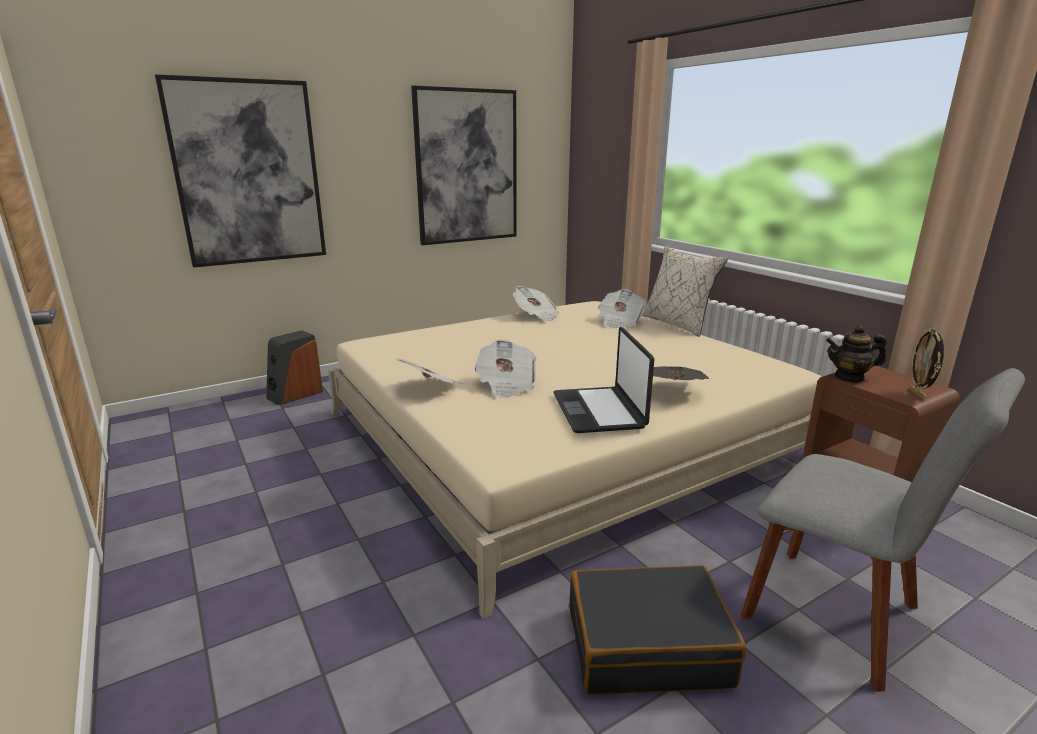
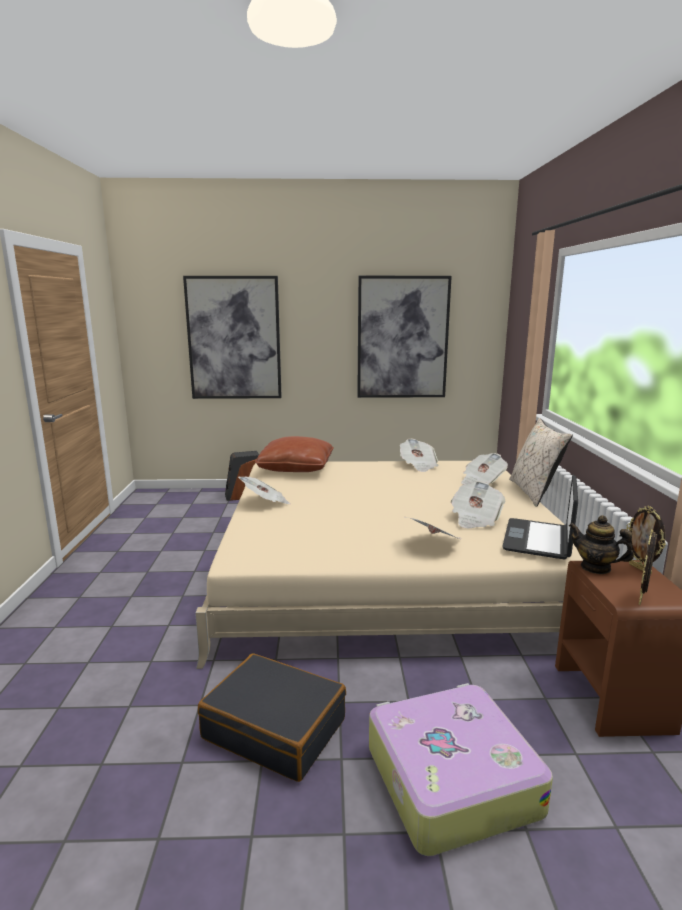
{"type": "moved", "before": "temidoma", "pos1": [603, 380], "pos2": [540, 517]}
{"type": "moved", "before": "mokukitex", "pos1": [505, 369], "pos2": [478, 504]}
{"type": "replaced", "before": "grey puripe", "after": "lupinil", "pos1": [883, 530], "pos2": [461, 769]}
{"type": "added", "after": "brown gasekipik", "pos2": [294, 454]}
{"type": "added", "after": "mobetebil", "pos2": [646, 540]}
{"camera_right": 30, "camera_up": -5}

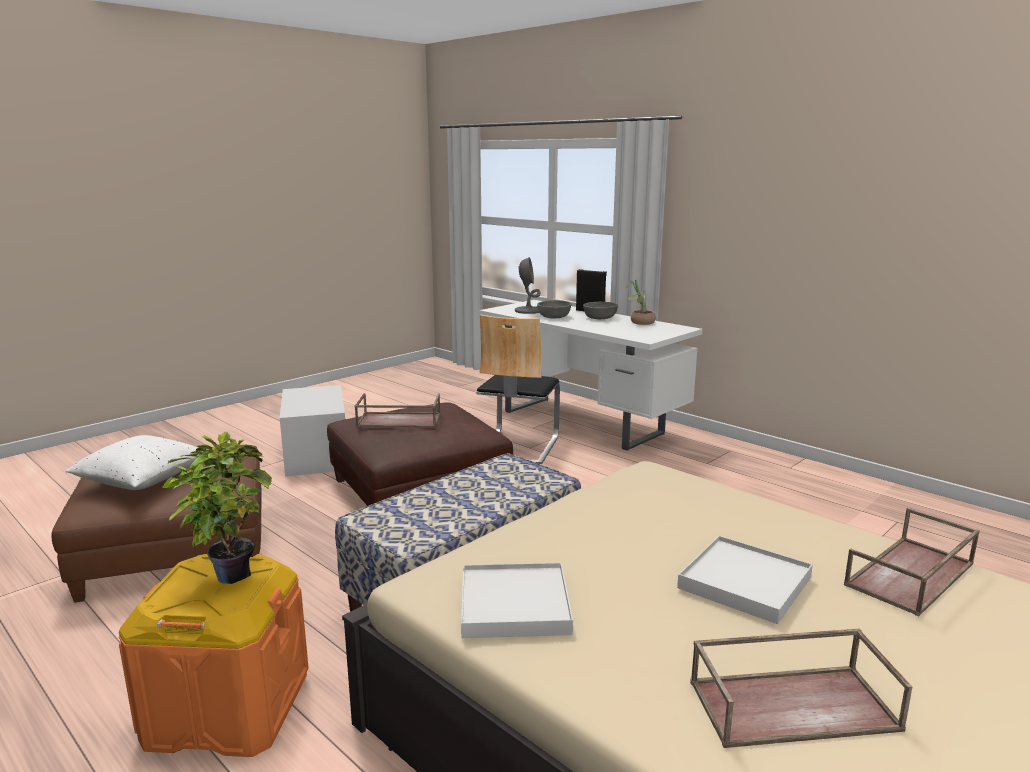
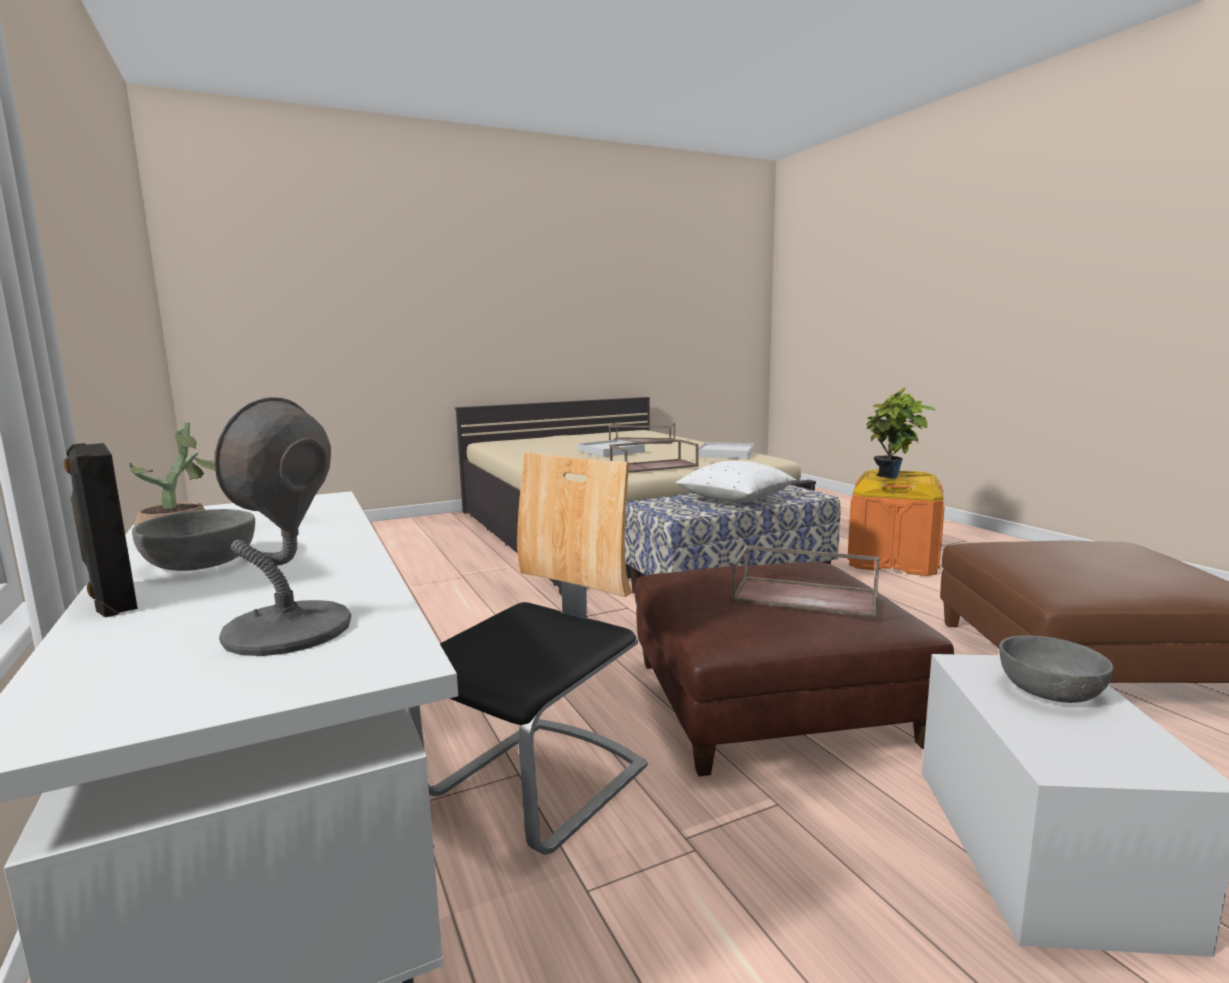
{"type": "moved", "before": "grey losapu", "pos1": [554, 309], "pos2": [1056, 669]}
{"type": "moved", "before": "white gasekipik", "pos1": [132, 462], "pos2": [735, 481]}
{"type": "moved", "before": "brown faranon", "pos1": [912, 562], "pos2": [654, 456]}
{"camera_right": -160, "camera_up": -5}

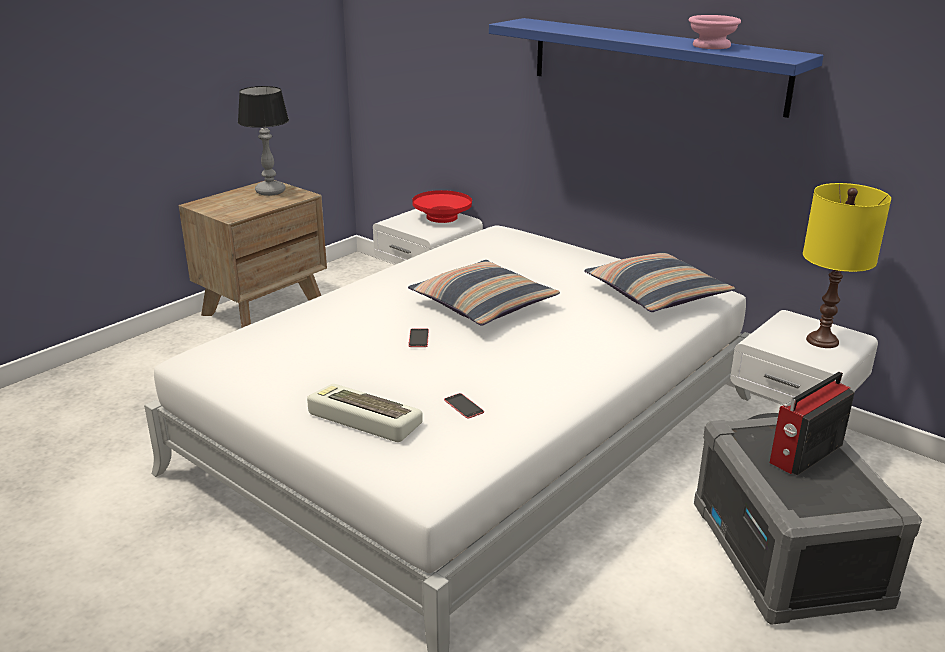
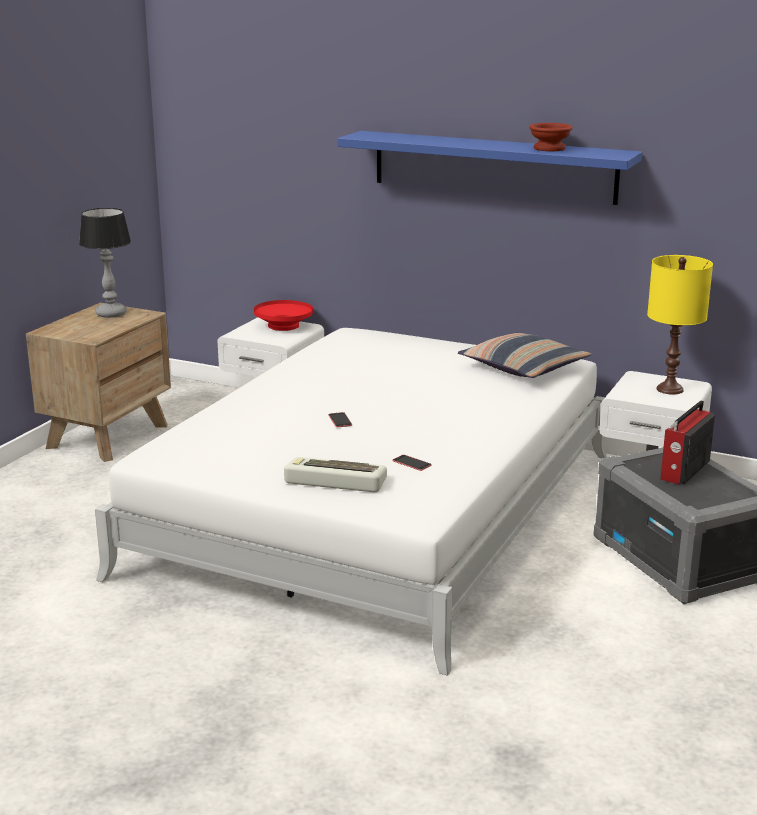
{"type": "recoloured", "before": "pink losapu", "after": "brown losapu", "pos1": [715, 32], "pos2": [551, 137]}
{"type": "removed", "before": "gasekipik", "pos1": [484, 293]}
{"camera_right": -15, "camera_up": -5}

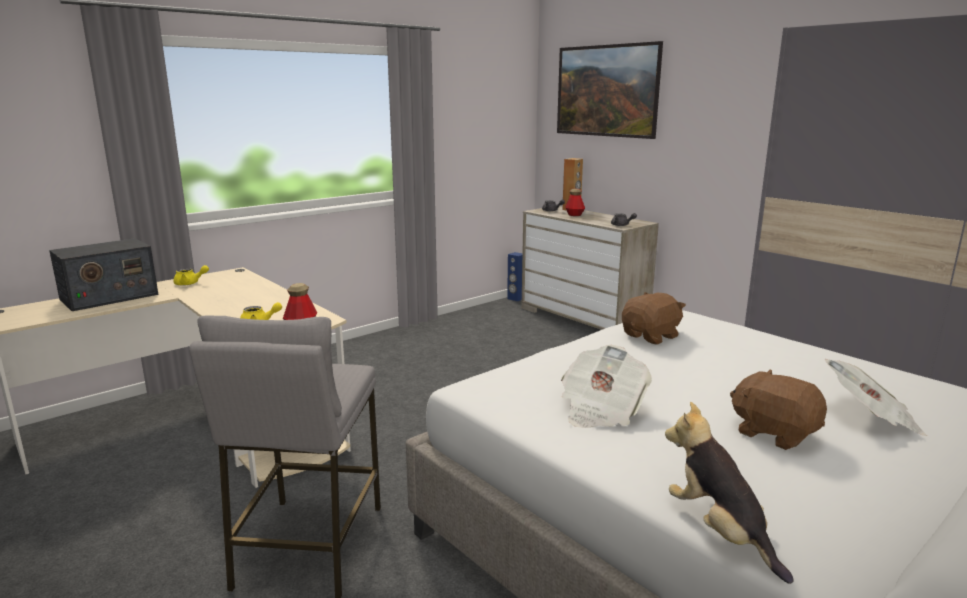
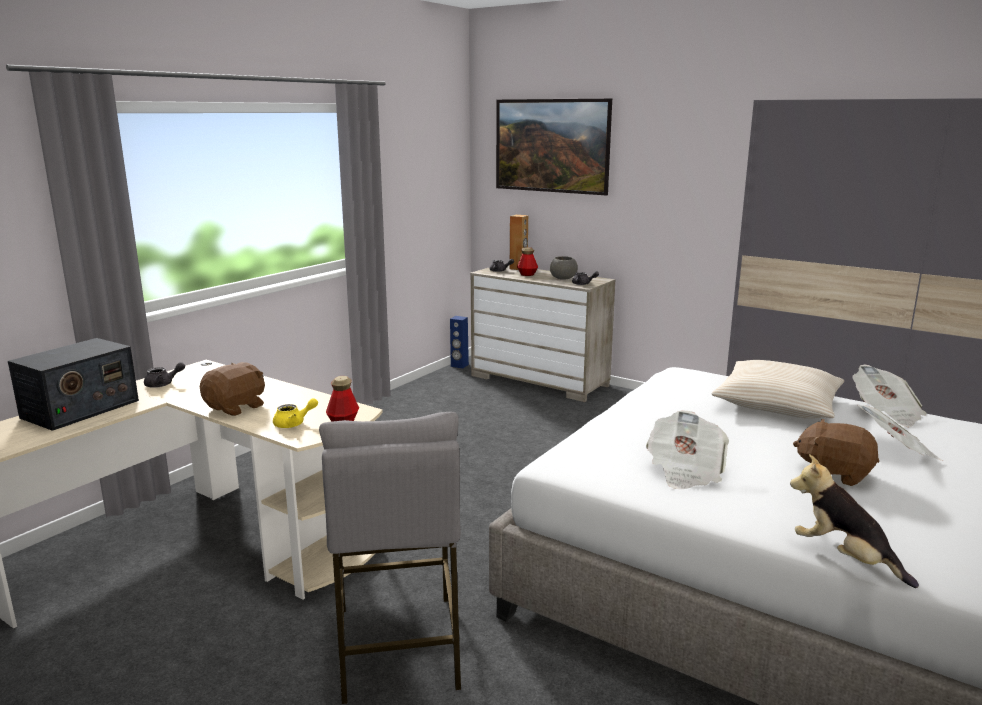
{"type": "recoloured", "before": "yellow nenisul", "after": "grey nenisul", "pos1": [191, 275], "pos2": [164, 375]}
{"type": "moved", "before": "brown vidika", "pos1": [654, 318], "pos2": [232, 389]}
{"type": "added", "after": "grey losapu", "pos2": [564, 268]}
{"type": "added", "after": "beige gasekipik", "pos2": [777, 389]}
{"type": "added", "after": "mokukitex", "pos2": [889, 396]}
{"camera_right": -15, "camera_up": 0}

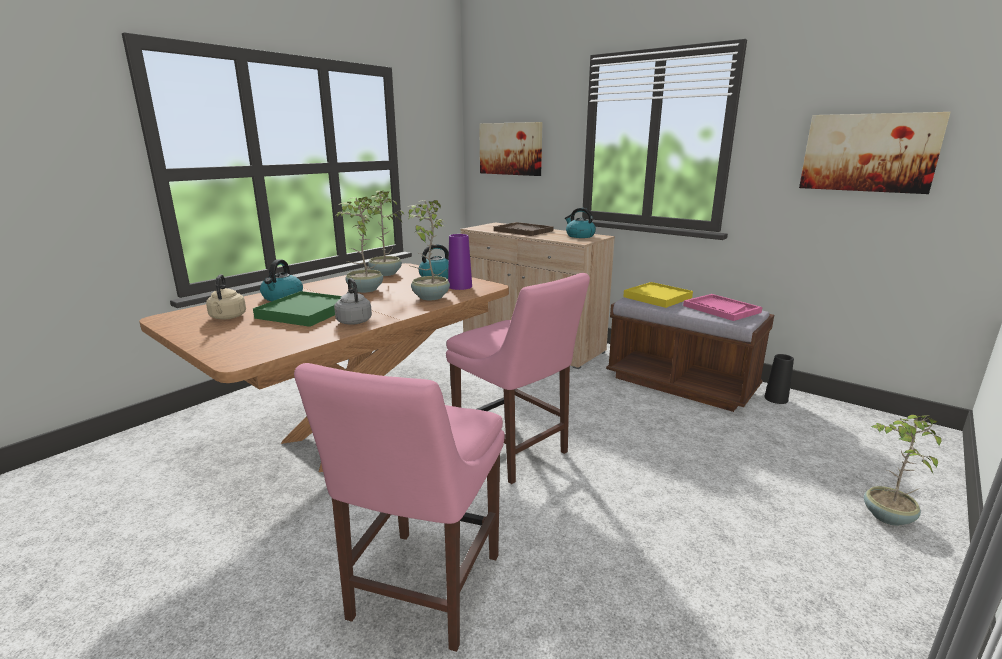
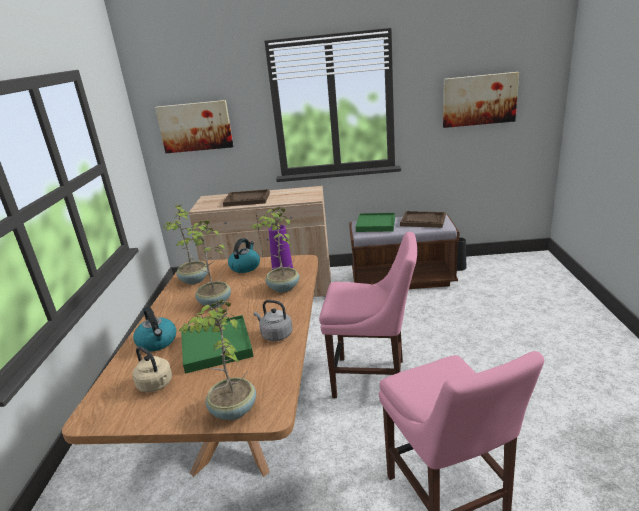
{"type": "removed", "before": "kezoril", "pos1": [580, 223]}
{"type": "recoloured", "before": "yellow faranon", "after": "green faranon", "pos1": [658, 295], "pos2": [375, 222]}
{"type": "recoloured", "before": "pink faranon", "after": "brown faranon", "pos1": [722, 307], "pos2": [423, 219]}
{"type": "moved", "before": "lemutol", "pos1": [903, 470], "pos2": [217, 359]}
{"camera_right": -35, "camera_up": 5}

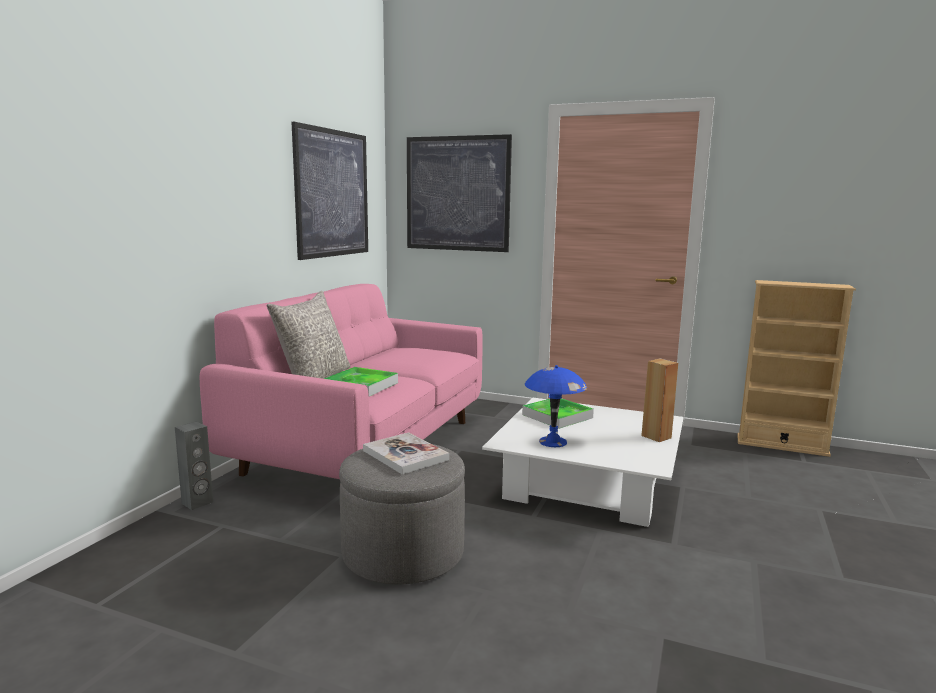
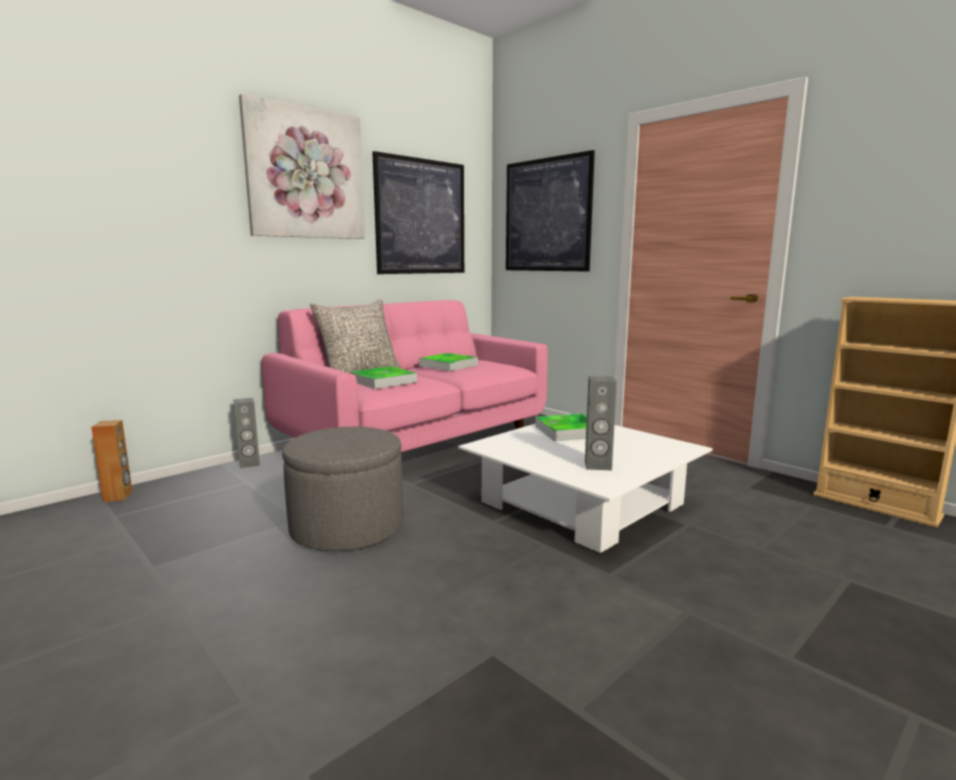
{"type": "moved", "before": "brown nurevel", "pos1": [659, 400], "pos2": [112, 461]}
{"type": "removed", "before": "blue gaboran", "pos1": [556, 406]}
{"type": "removed", "before": "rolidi", "pos1": [406, 453]}
{"type": "added", "after": "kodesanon", "pos2": [302, 166]}
{"type": "added", "after": "faranon", "pos2": [448, 362]}
{"type": "added", "after": "grey nurevel", "pos2": [601, 423]}
{"camera_right": 25, "camera_up": 0}

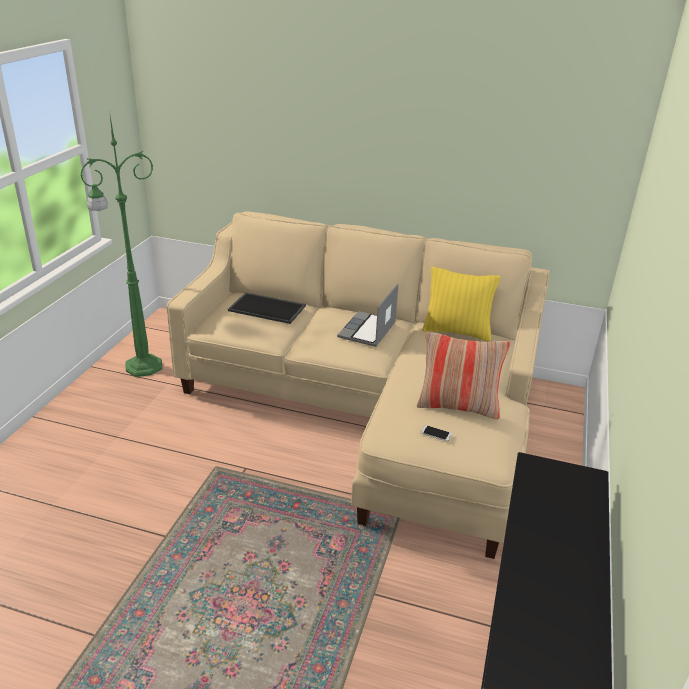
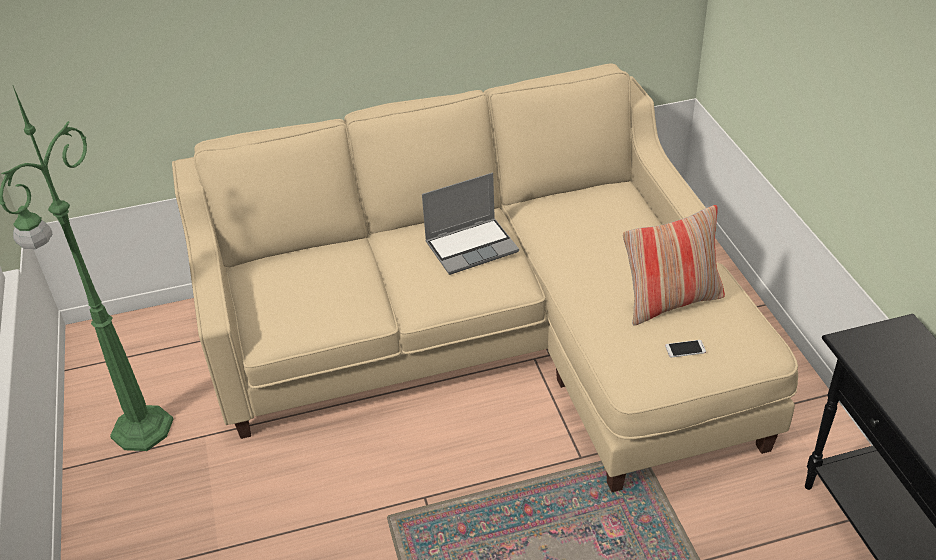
{"type": "removed", "before": "yellow gasekipik", "pos1": [461, 304]}
{"type": "turned", "before": "temidoma", "pos1": [367, 315], "pos2": [470, 224], "turn": -105}
{"type": "removed", "before": "faranon", "pos1": [267, 308]}
{"camera_right": -30, "camera_up": 10}

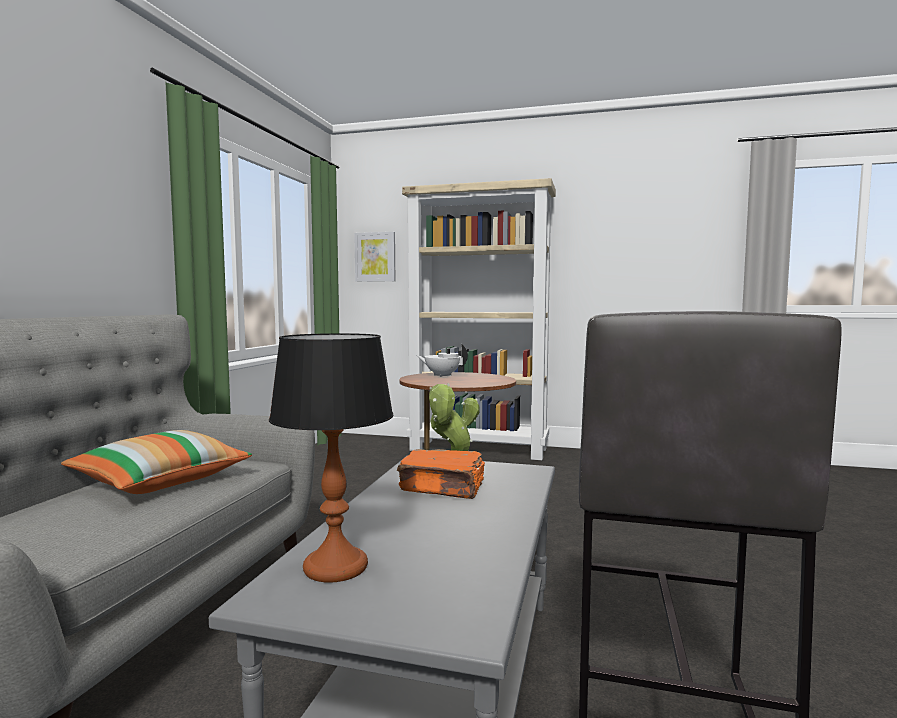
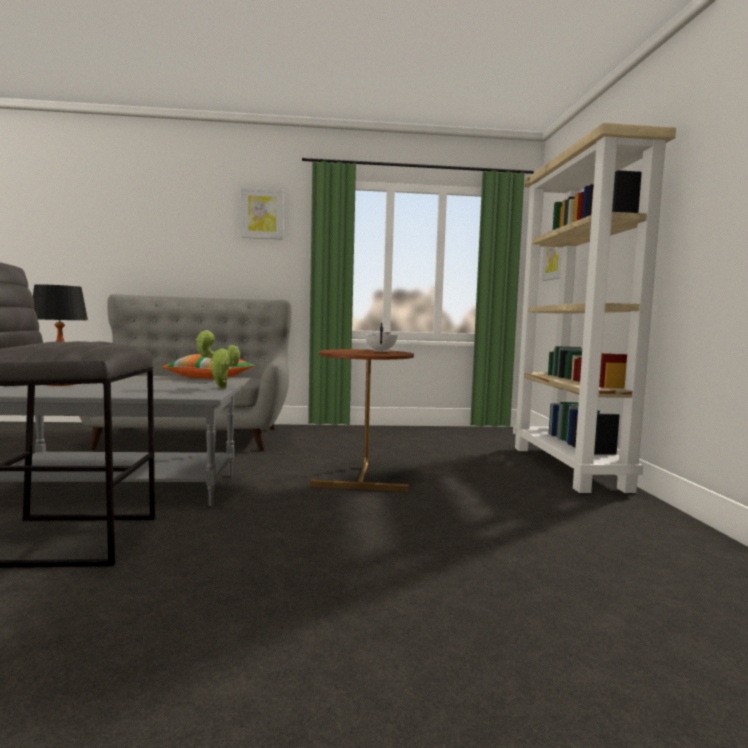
{"type": "removed", "before": "orange rolidi", "pos1": [441, 474]}
{"type": "added", "after": "kodesanon", "pos2": [262, 214]}
{"camera_right": 70, "camera_up": 0}

